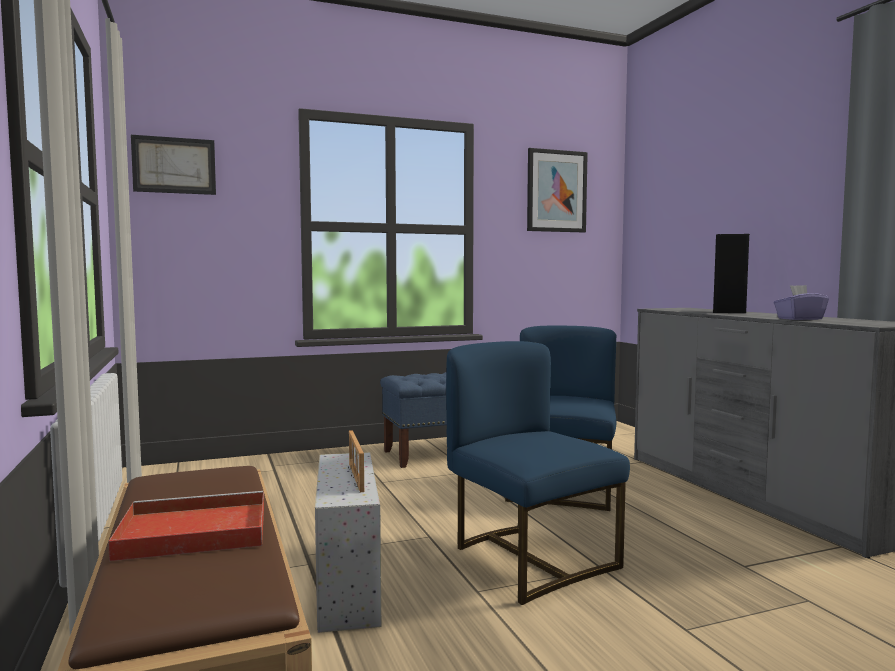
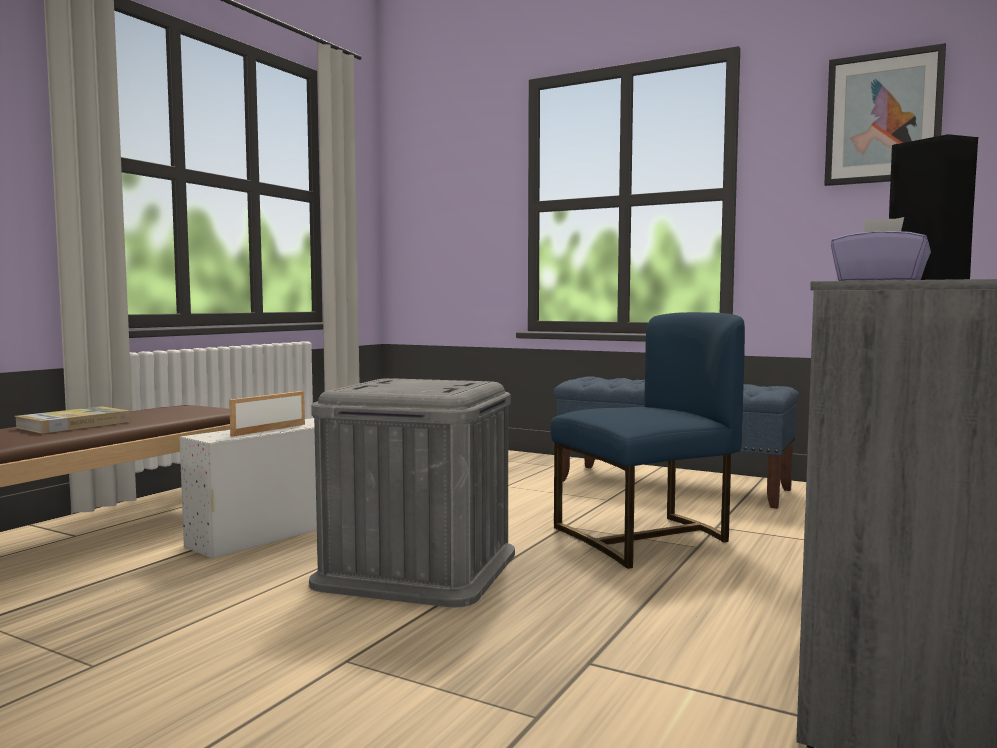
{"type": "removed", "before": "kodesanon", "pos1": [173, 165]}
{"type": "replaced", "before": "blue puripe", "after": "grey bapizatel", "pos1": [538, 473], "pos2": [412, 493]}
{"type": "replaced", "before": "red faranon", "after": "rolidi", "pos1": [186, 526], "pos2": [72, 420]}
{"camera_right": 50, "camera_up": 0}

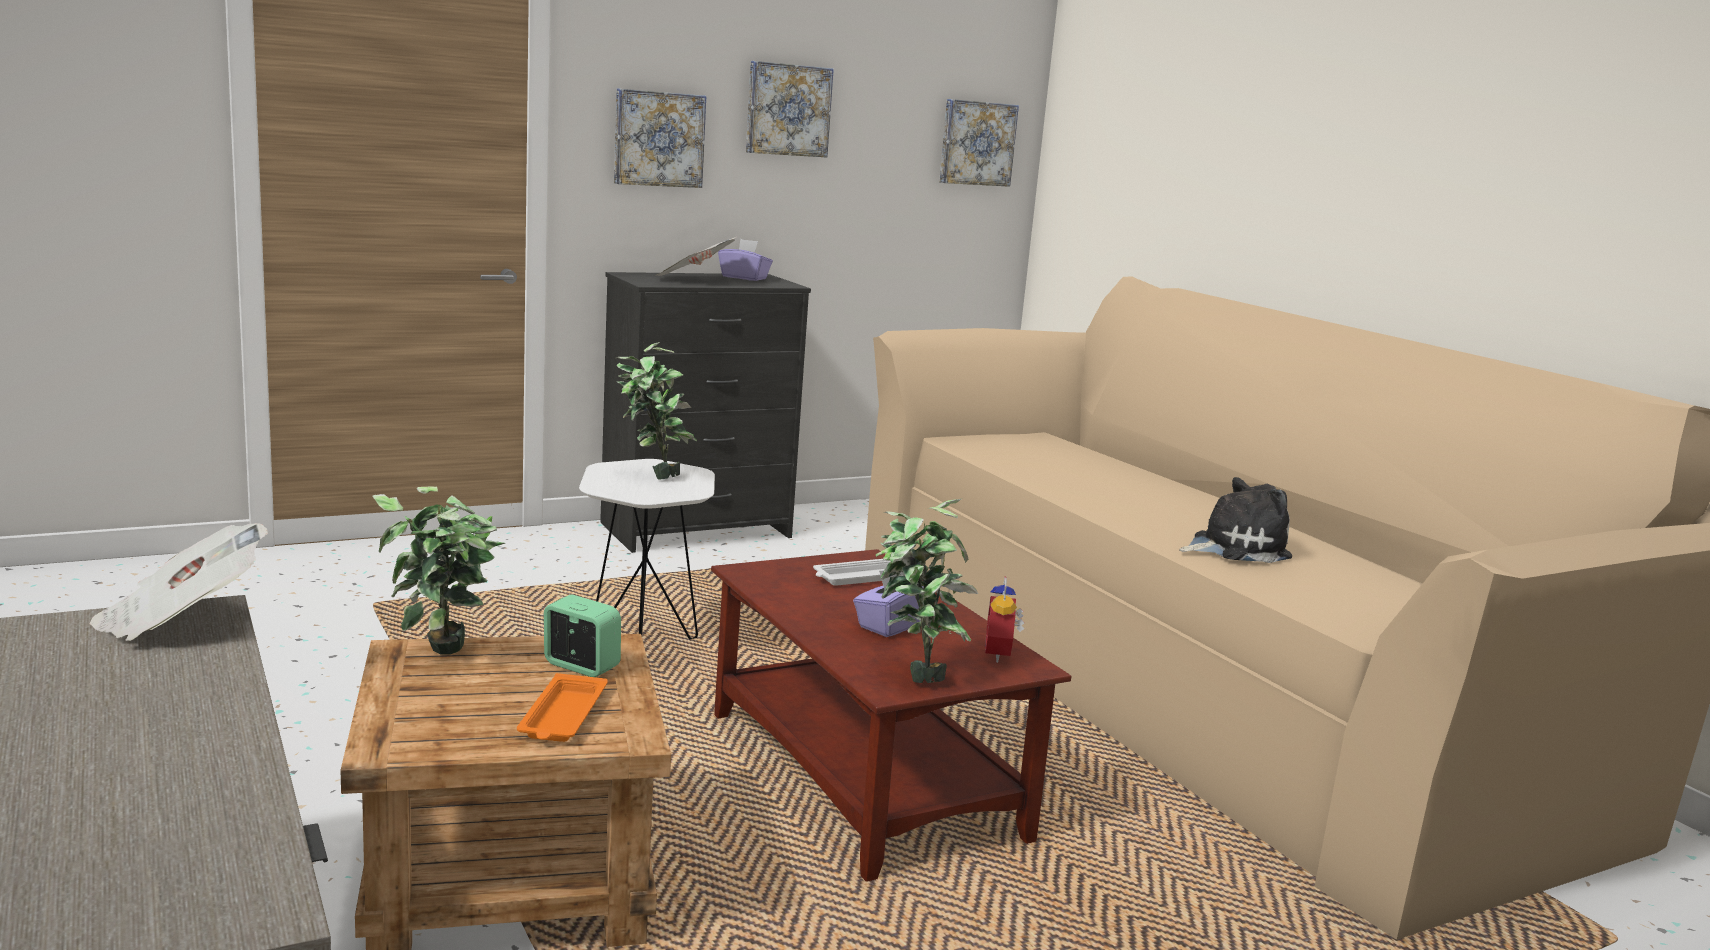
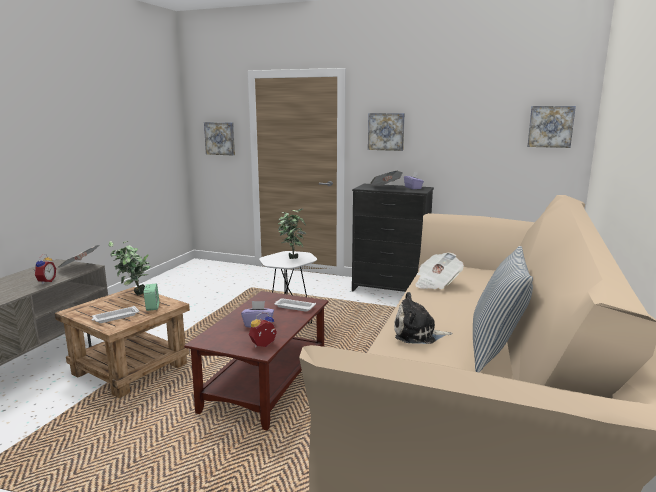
{"type": "moved", "before": "kodesanon", "pos1": [790, 109], "pos2": [219, 138]}
{"type": "turned", "before": "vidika", "pos1": [1235, 520], "pos2": [423, 318], "turn": 150}
{"type": "removed", "before": "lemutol", "pos1": [927, 591]}
{"type": "recoloured", "before": "orange faranon", "after": "white faranon", "pos1": [562, 707], "pos2": [115, 314]}
{"type": "added", "after": "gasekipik", "pos2": [503, 309]}
{"type": "added", "after": "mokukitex", "pos2": [439, 271]}
{"type": "added", "after": "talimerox", "pos2": [45, 269]}
{"camera_right": 50, "camera_up": 0}

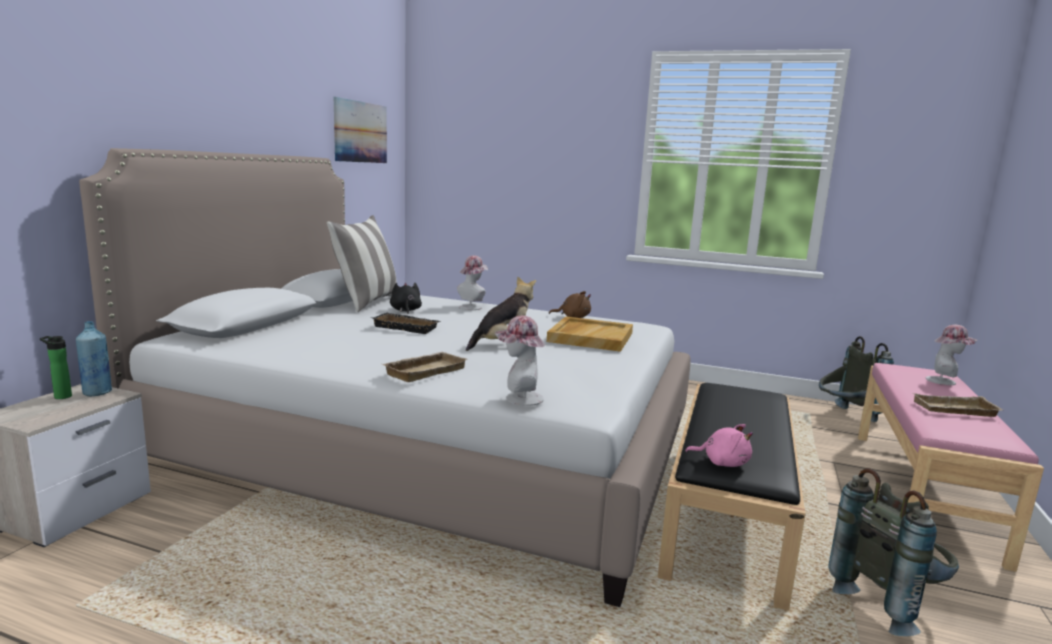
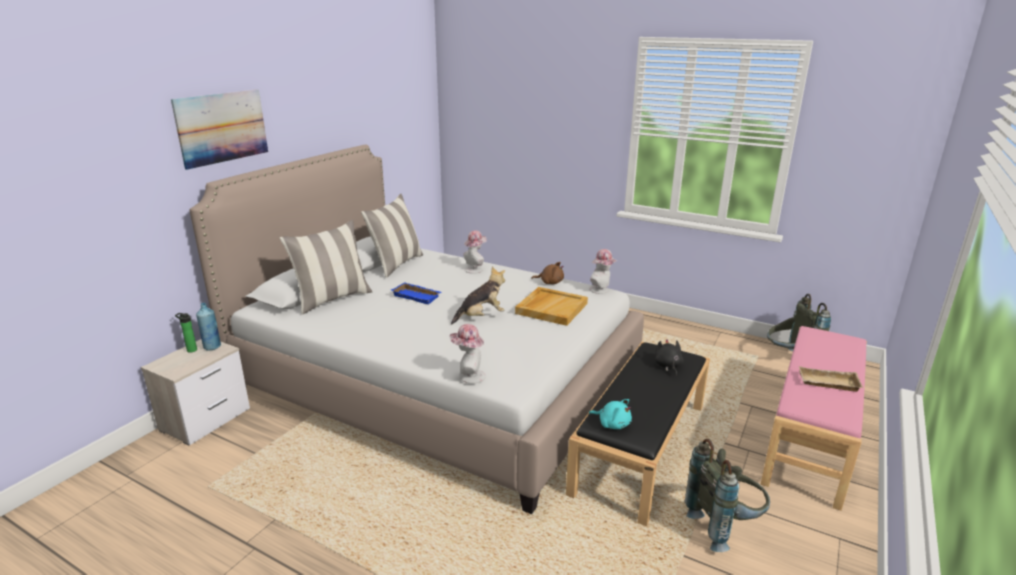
{"type": "moved", "before": "kodesanon", "pos1": [360, 130], "pos2": [219, 129]}
{"type": "moved", "before": "black vidika", "pos1": [406, 298], "pos2": [669, 357]}
{"type": "recoloured", "before": "black faranon", "after": "blue faranon", "pos1": [406, 323], "pos2": [416, 293]}
{"type": "moved", "before": "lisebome", "pos1": [951, 355], "pos2": [603, 271]}
{"type": "removed", "before": "beige faranon", "pos1": [425, 367]}
{"type": "recoloured", "before": "pink vidika", "after": "turquoise vidika", "pos1": [719, 445], "pos2": [610, 414]}
{"type": "added", "after": "gasekipik", "pos2": [326, 267]}
{"camera_right": 10, "camera_up": 10}

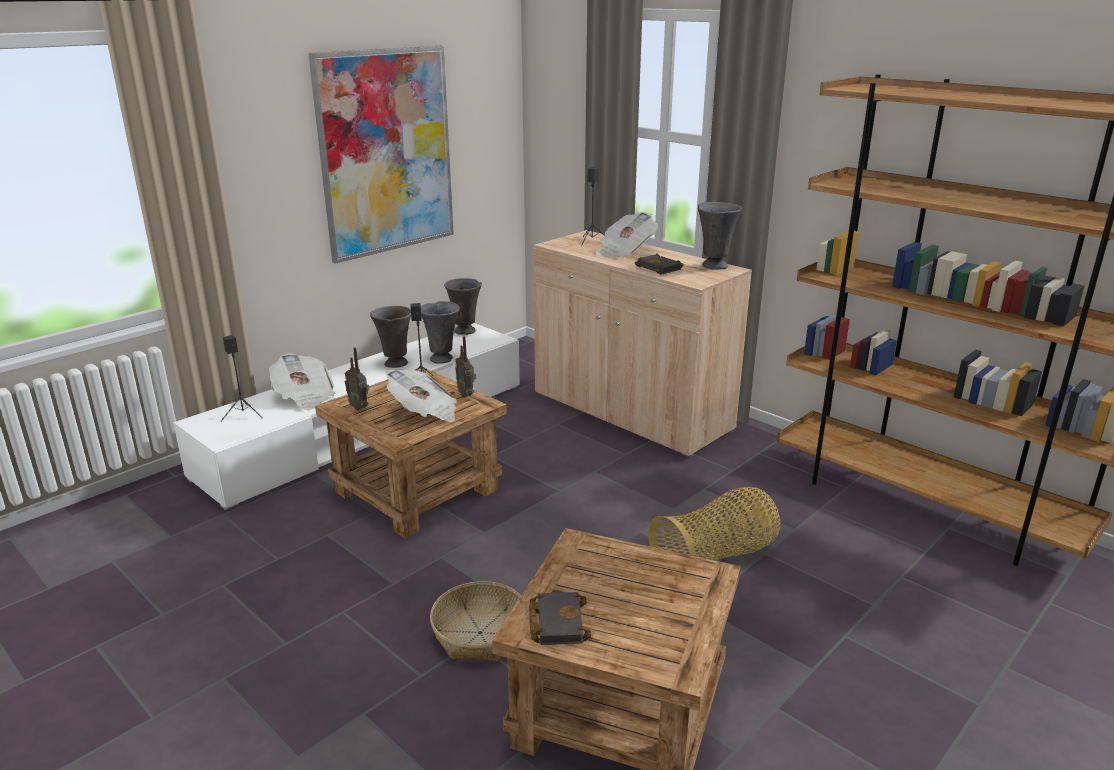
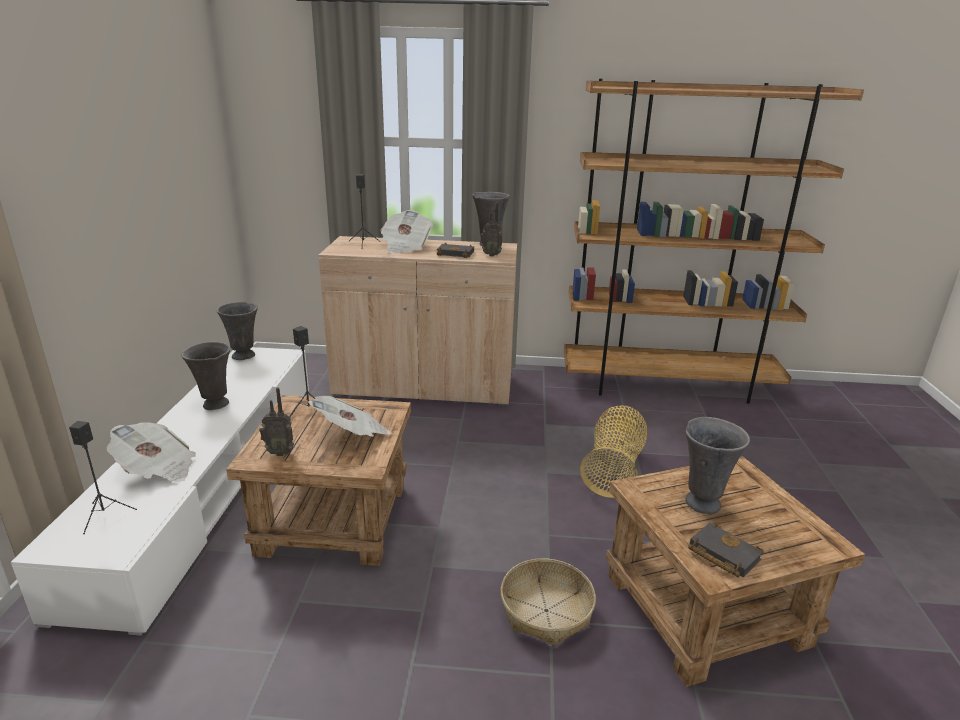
{"type": "removed", "before": "kodesanon", "pos1": [381, 155]}
{"type": "moved", "before": "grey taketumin", "pos1": [440, 332], "pos2": [717, 465]}
{"type": "moved", "before": "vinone", "pos1": [465, 366], "pos2": [491, 229]}
{"camera_right": -40, "camera_up": 0}

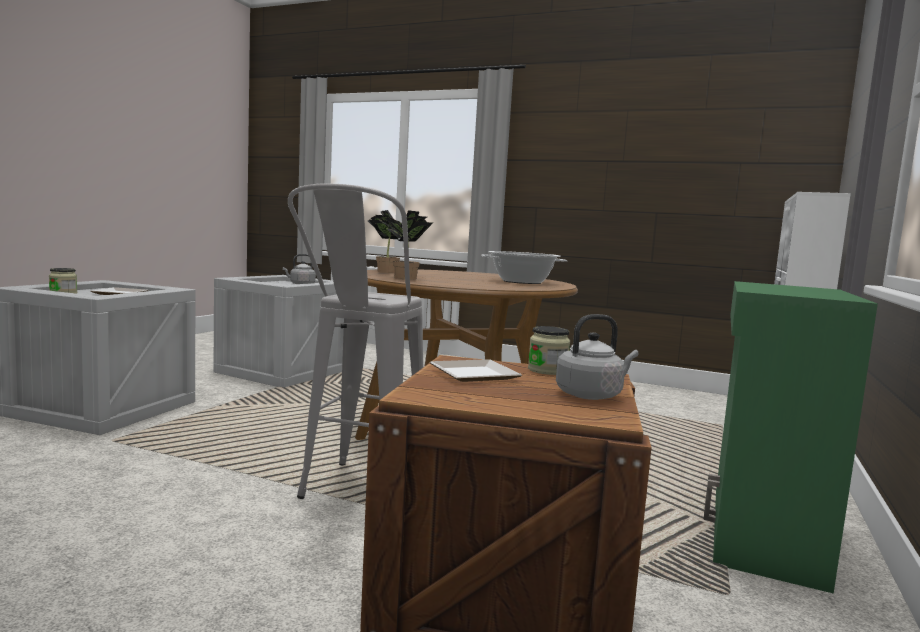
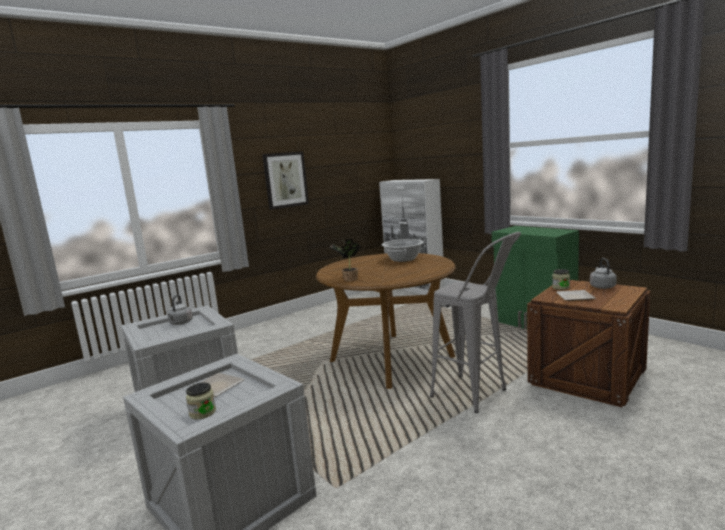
{"type": "removed", "before": "lemutol", "pos1": [406, 245]}
{"type": "added", "after": "kodesanon", "pos2": [285, 180]}
{"camera_right": -60, "camera_up": 5}

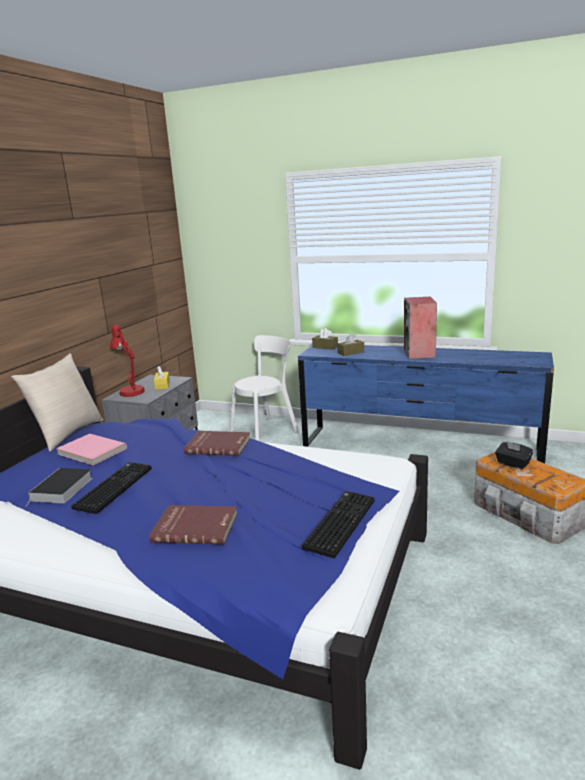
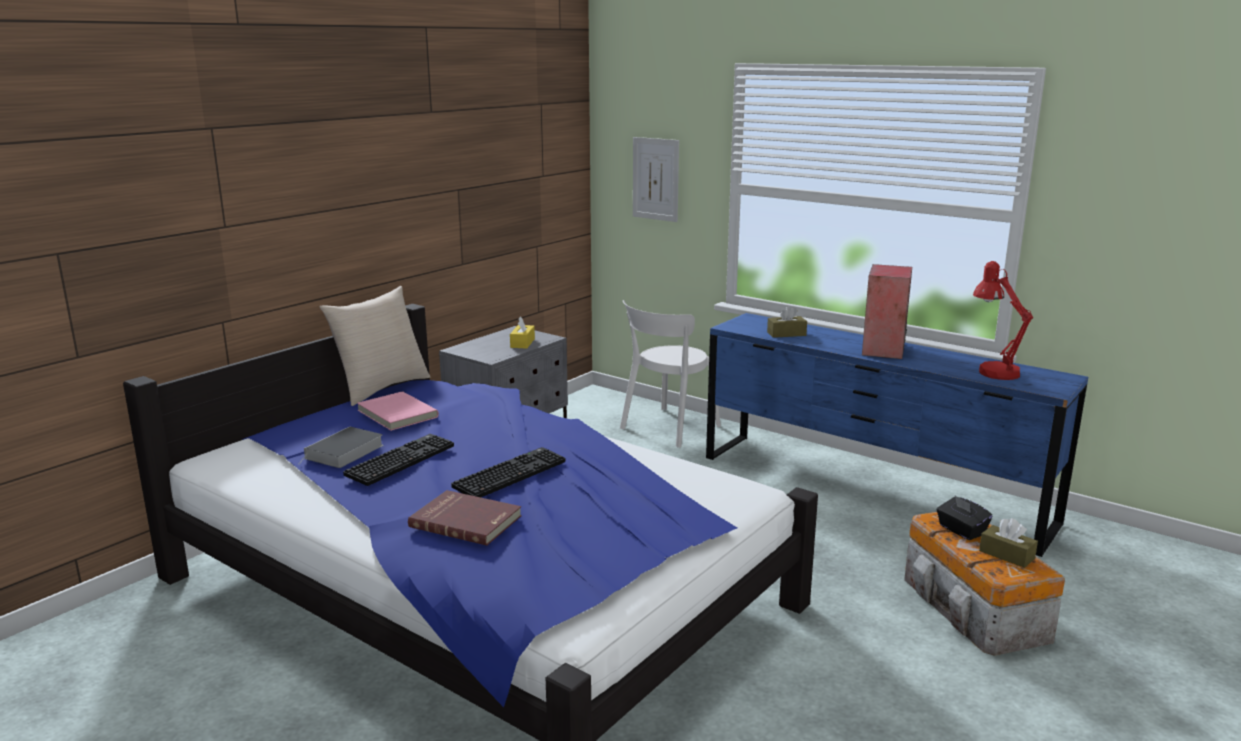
{"type": "moved", "before": "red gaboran", "pos1": [127, 360], "pos2": [1003, 320]}
{"type": "moved", "before": "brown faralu", "pos1": [325, 339], "pos2": [1008, 543]}
{"type": "turned", "before": "white puripe", "pos1": [264, 388], "pos2": [670, 374], "turn": 150}
{"type": "removed", "before": "red rolidi", "pos1": [217, 443]}
{"type": "moved", "before": "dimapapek", "pos1": [338, 524], "pos2": [508, 472]}
{"type": "added", "after": "kodesanon", "pos2": [656, 179]}
{"camera_right": 15, "camera_up": 0}

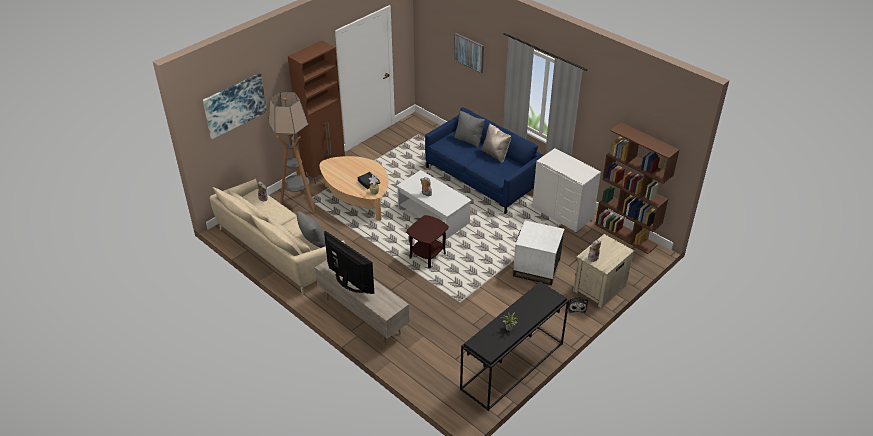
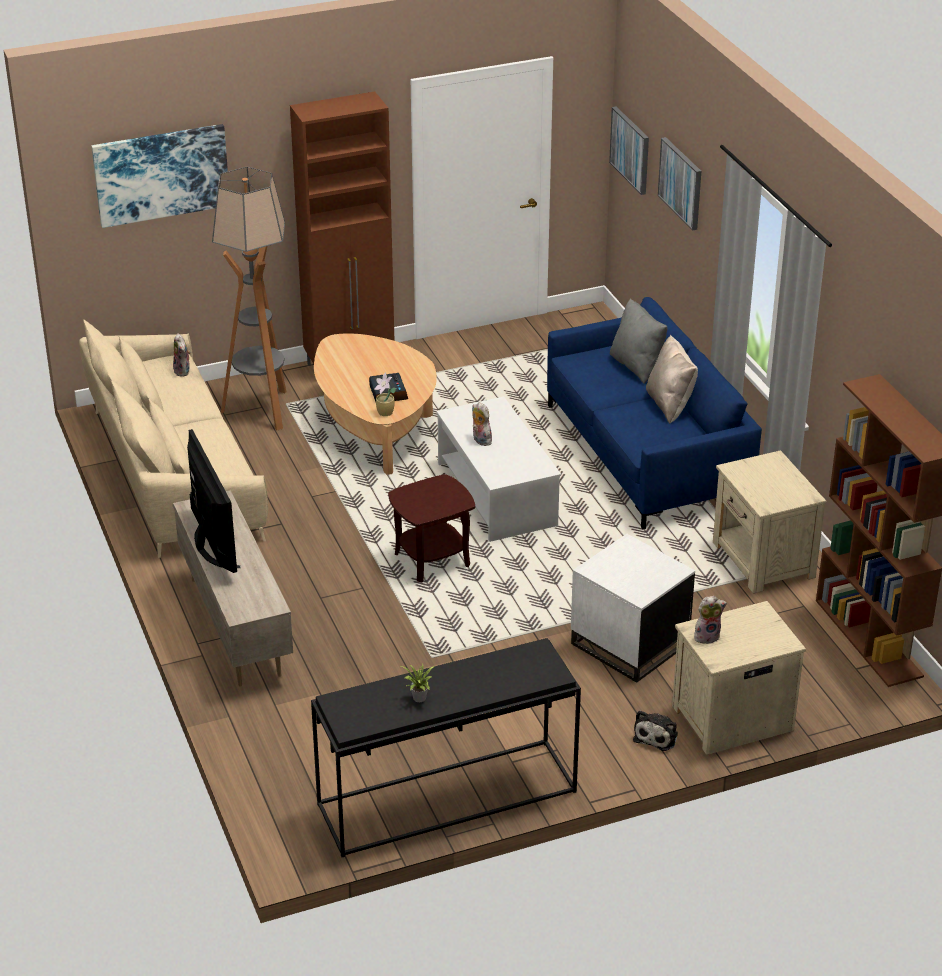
{"type": "replaced", "before": "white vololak", "after": "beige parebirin", "pos1": [566, 190], "pos2": [770, 522]}
{"type": "removed", "before": "grey gasekipik", "pos1": [311, 229]}
{"type": "added", "after": "kodesanon", "pos2": [629, 151]}
{"camera_right": 25, "camera_up": -5}

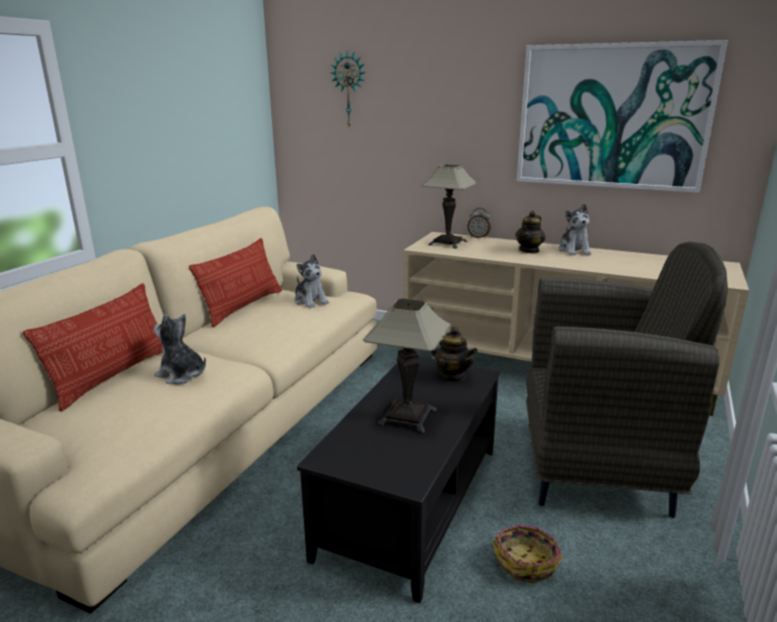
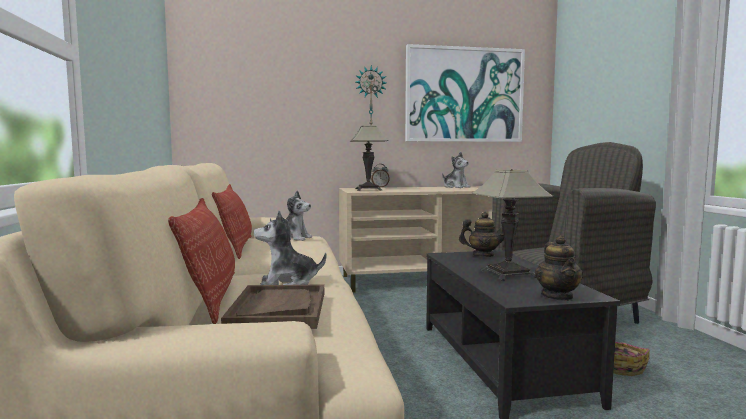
{"type": "moved", "before": "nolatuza", "pos1": [348, 89], "pos2": [371, 95]}
{"type": "moved", "before": "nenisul", "pos1": [530, 232], "pos2": [559, 268]}
{"type": "added", "after": "brown faranon", "pos2": [272, 306]}
{"camera_right": -35, "camera_up": -15}

